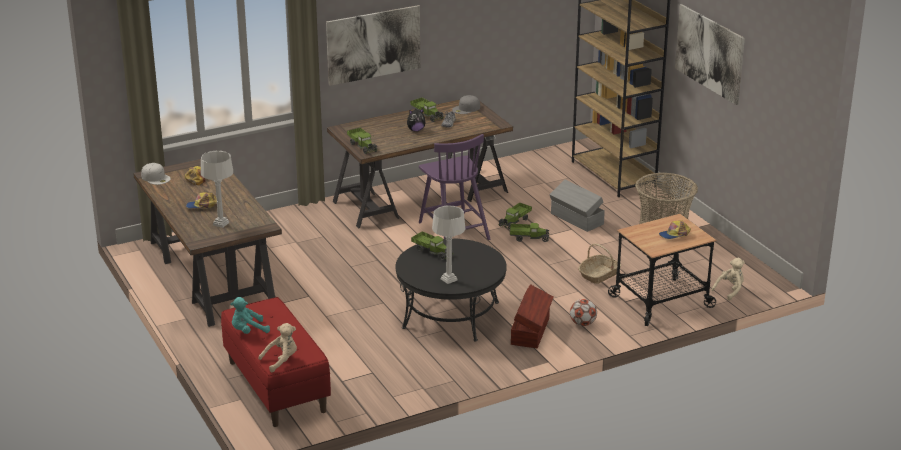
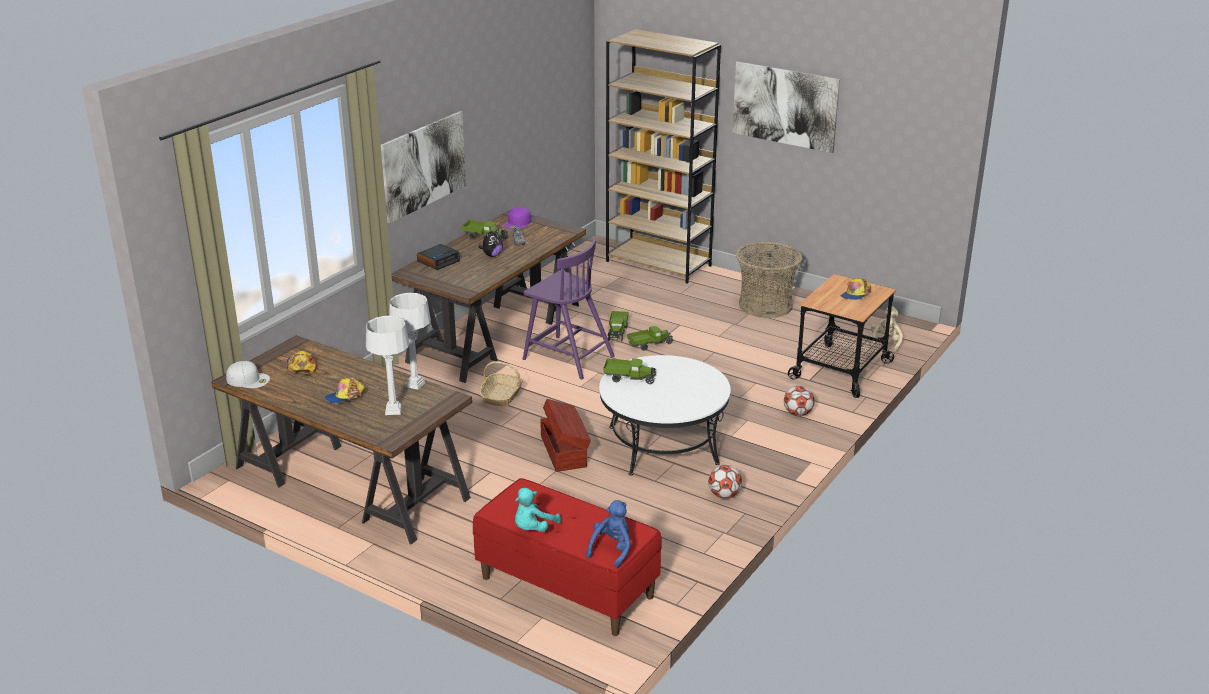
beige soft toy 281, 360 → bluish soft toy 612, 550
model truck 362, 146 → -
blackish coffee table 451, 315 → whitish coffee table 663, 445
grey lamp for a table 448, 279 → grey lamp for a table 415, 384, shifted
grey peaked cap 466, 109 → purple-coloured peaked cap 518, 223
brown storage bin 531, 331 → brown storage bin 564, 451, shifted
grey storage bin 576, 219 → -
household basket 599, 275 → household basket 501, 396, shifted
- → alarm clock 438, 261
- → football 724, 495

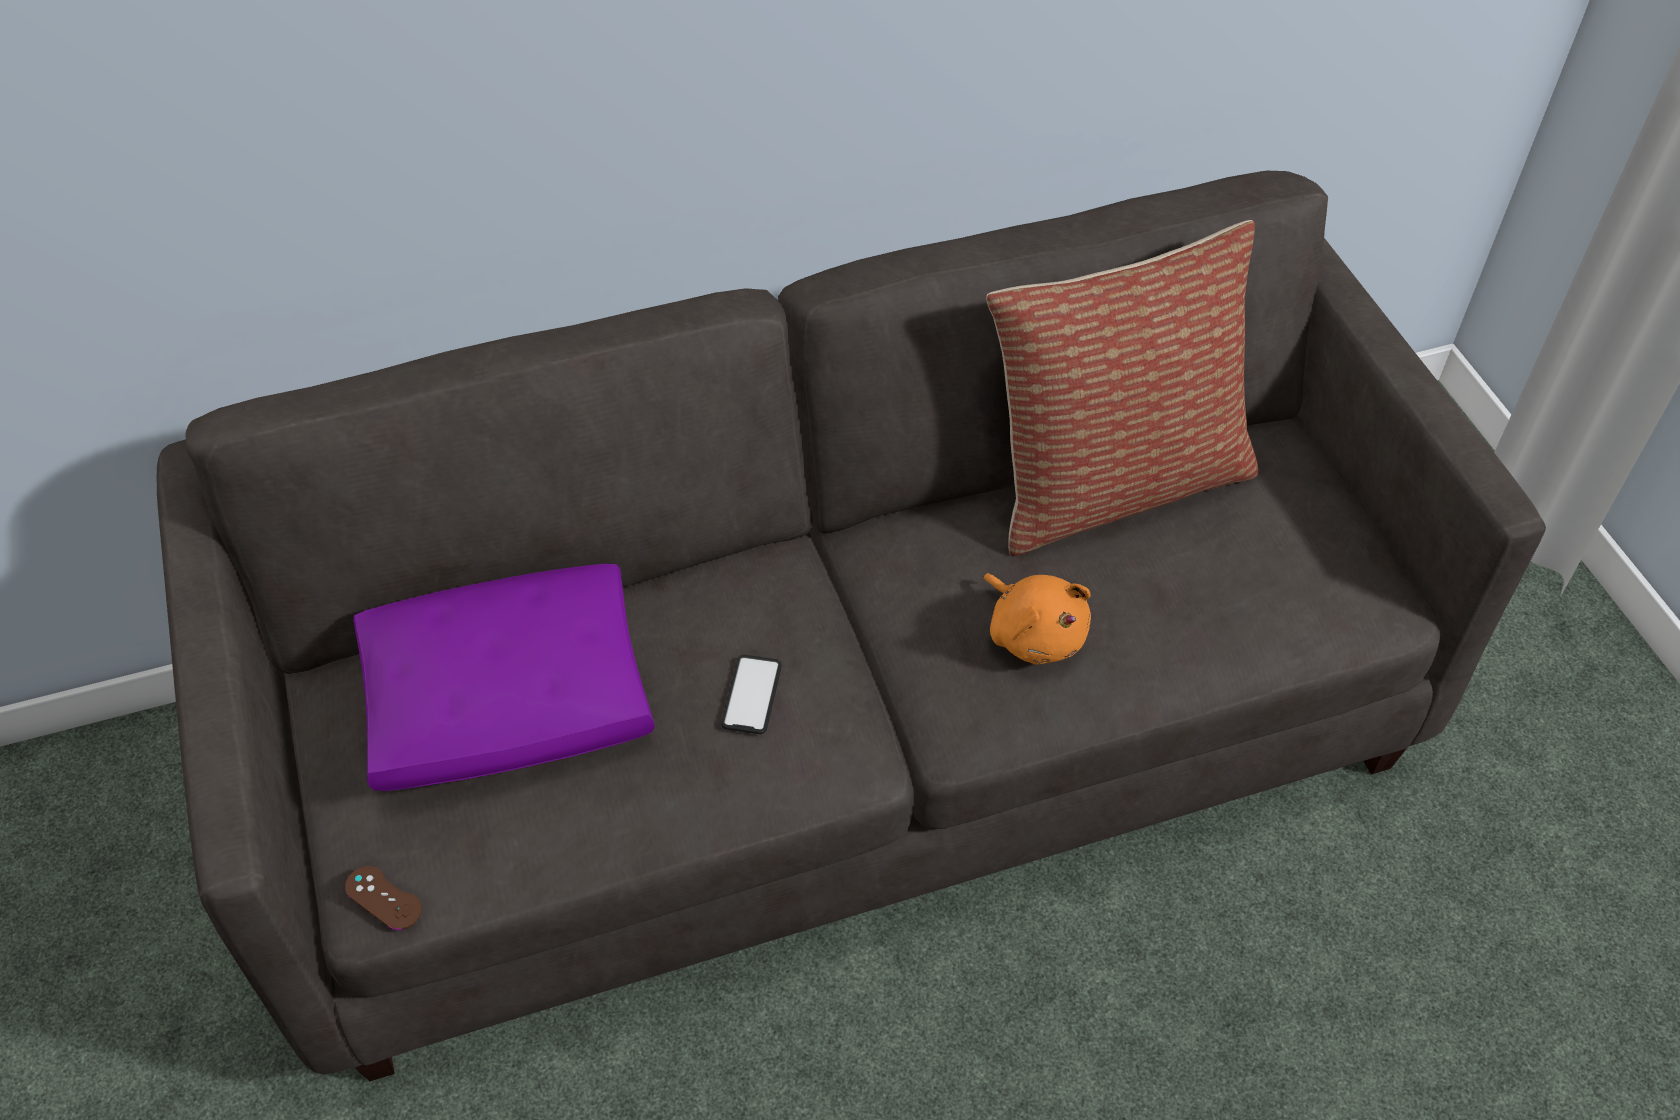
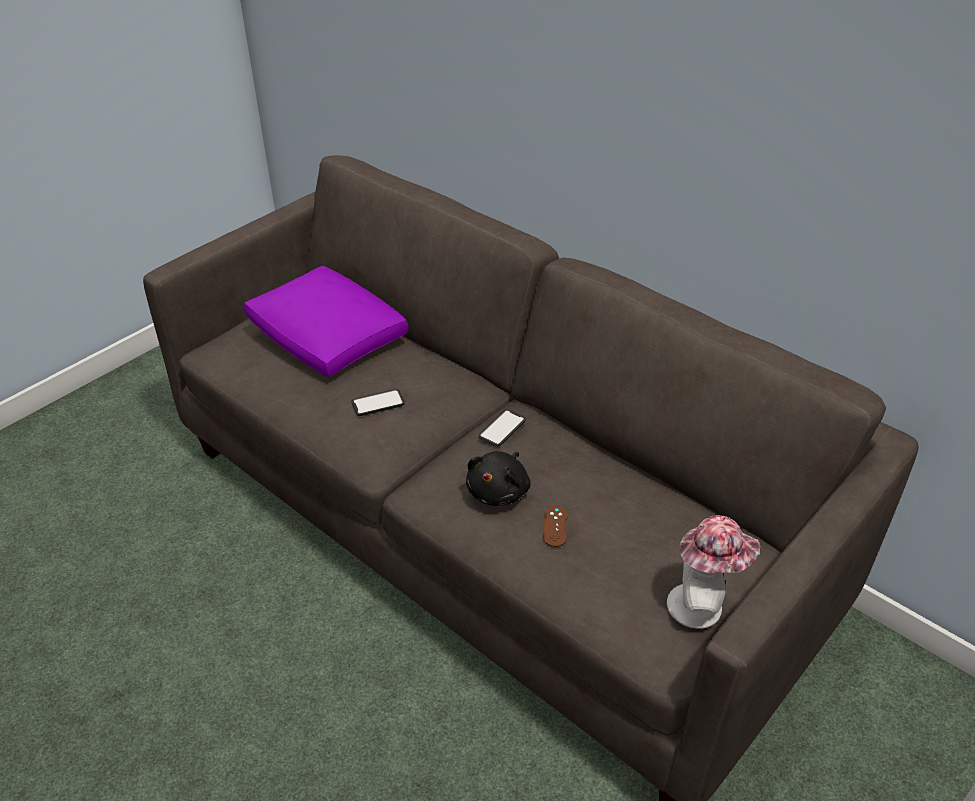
brown gamepad 383, 898 → brown gamepad 555, 526, shifted
orangey soft toy 1034, 633 → blackish soft toy 499, 491
pillow 1113, 482 → -
- → telephone 502, 428
- → wearable hat 702, 606

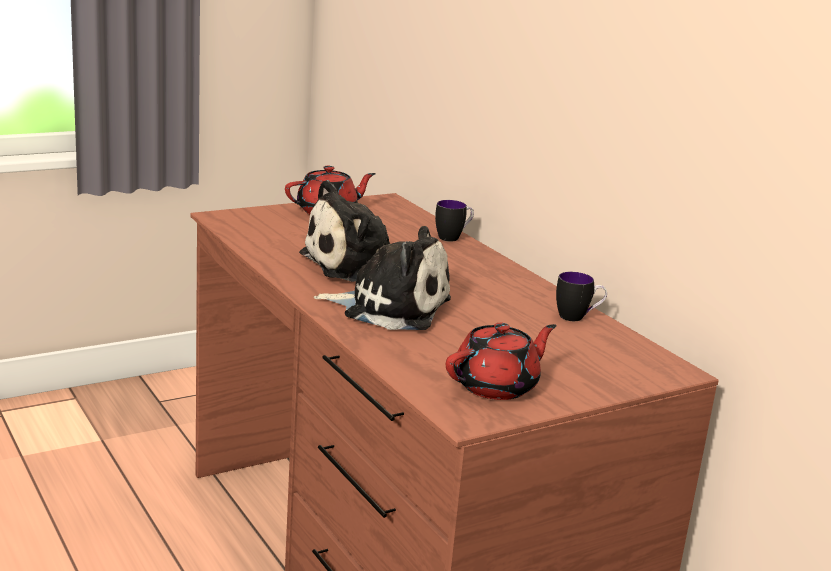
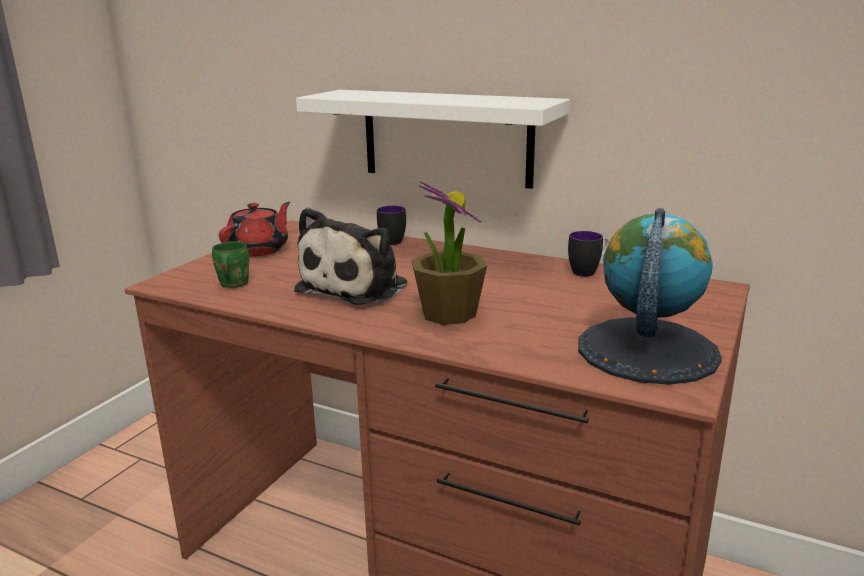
soft toy 390, 307 → houseplant 448, 313
red tea pot 497, 386 → world globe 646, 350
- → greenish coffee mug 232, 284
- → whitish shelf 446, 137

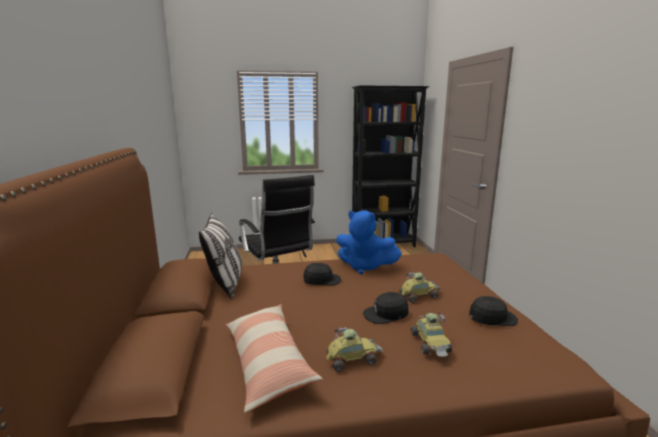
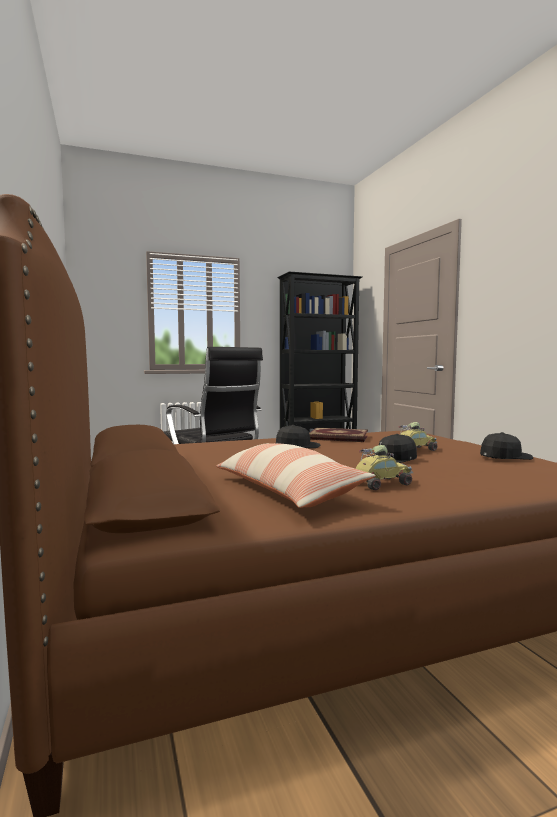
pillow 225, 283 → -
bluish soft toy 365, 267 → bound book 338, 438
model car 431, 343 → -

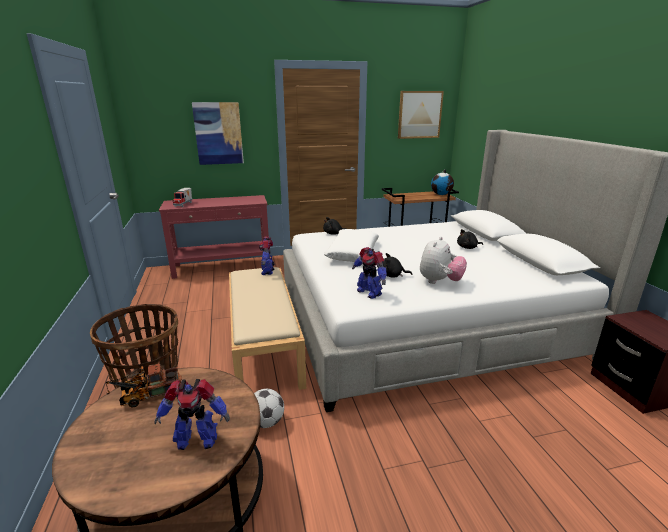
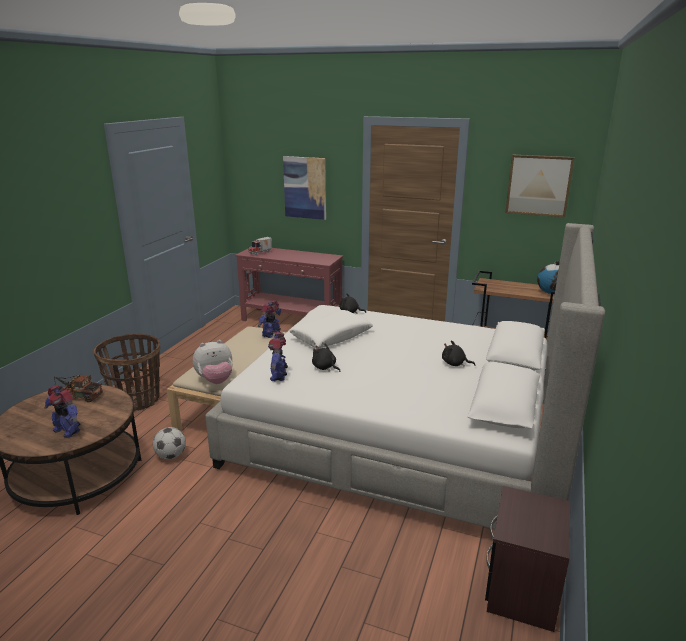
soft toy 439, 281 → soft toy 215, 381, shifted

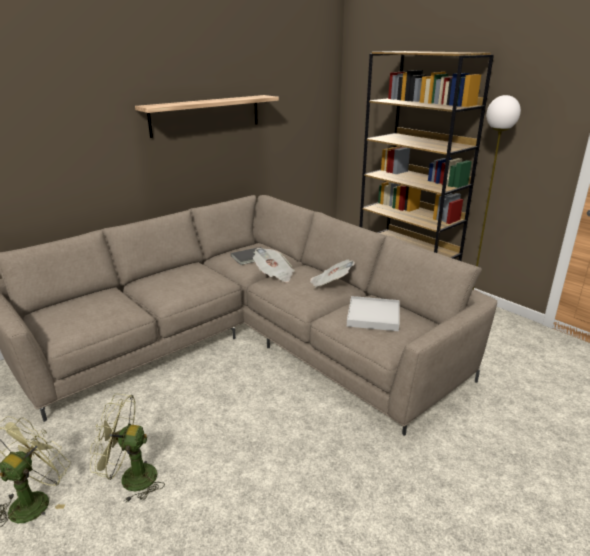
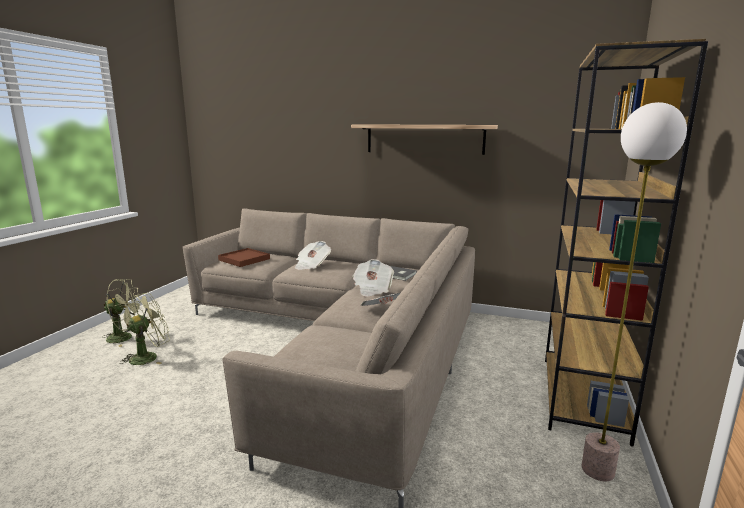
greenish electric fan 130, 479 → greenish electric fan 149, 357, 75 degrees clockwise
whitish serving tray 373, 316 → -
- → brown serving tray 244, 259
- → newspaper 311, 265

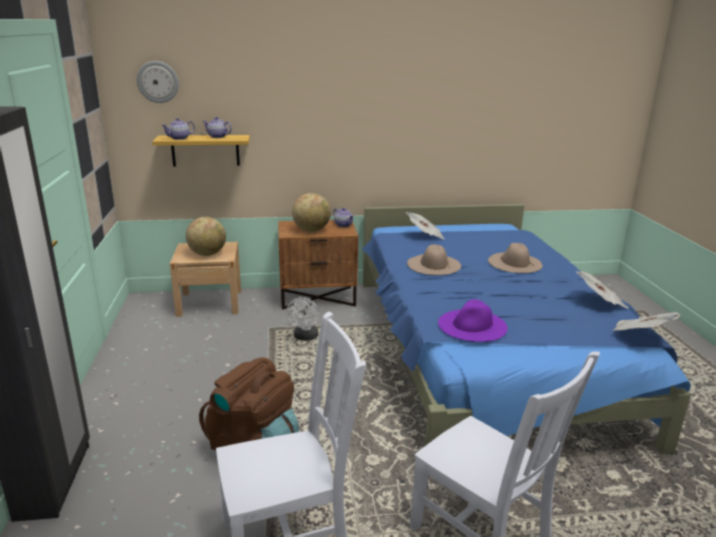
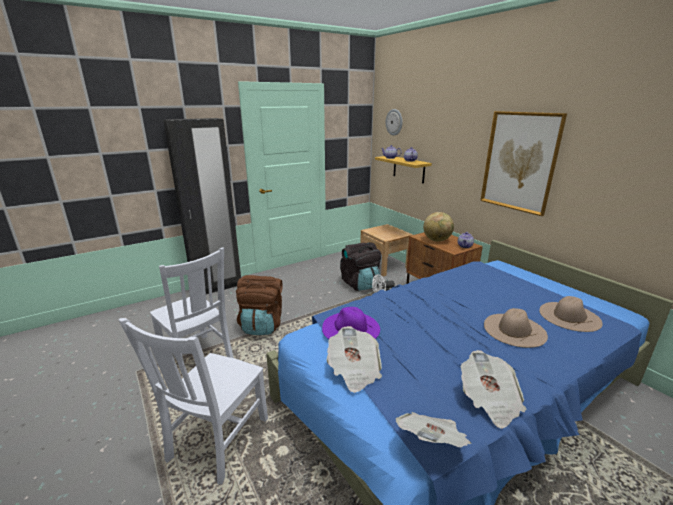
world globe 207, 254 → -
newspaper 425, 236 → newspaper 354, 371, shifted
beige wearable hat 433, 264 → beige wearable hat 569, 316, shifted
- → blackish knapsack 360, 284
- → picture 519, 162

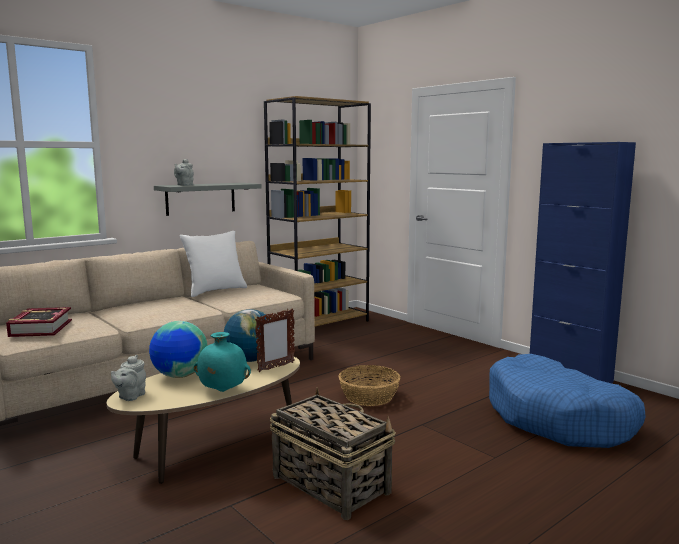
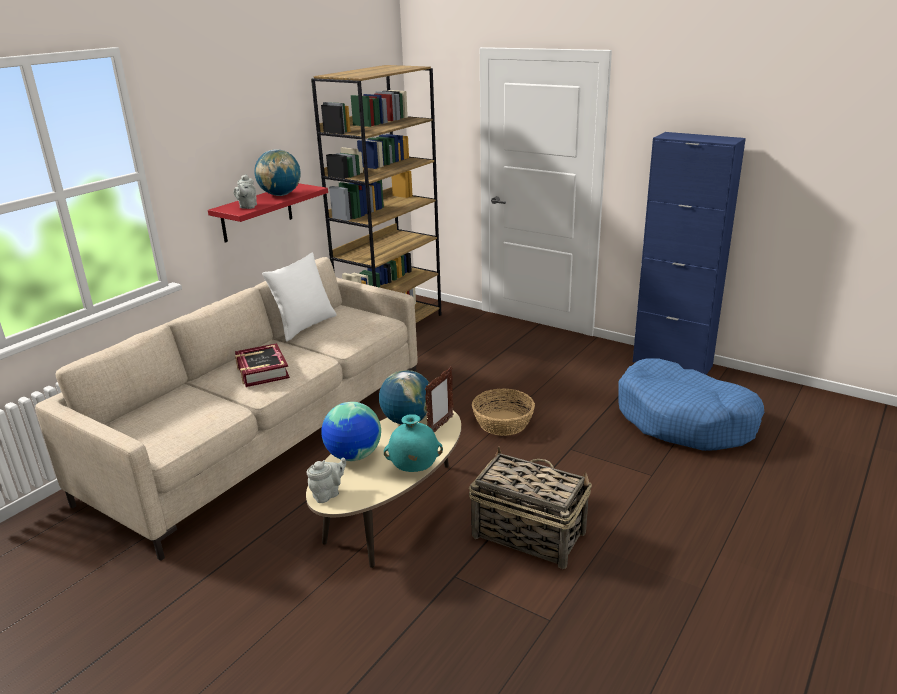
bound book 40, 328 → bound book 262, 371, shifted
grey tea pot 130, 396 → grey tea pot 328, 494, 135 degrees counterclockwise
grey shelf 200, 198 → red shelf 257, 213
- → world globe 280, 195

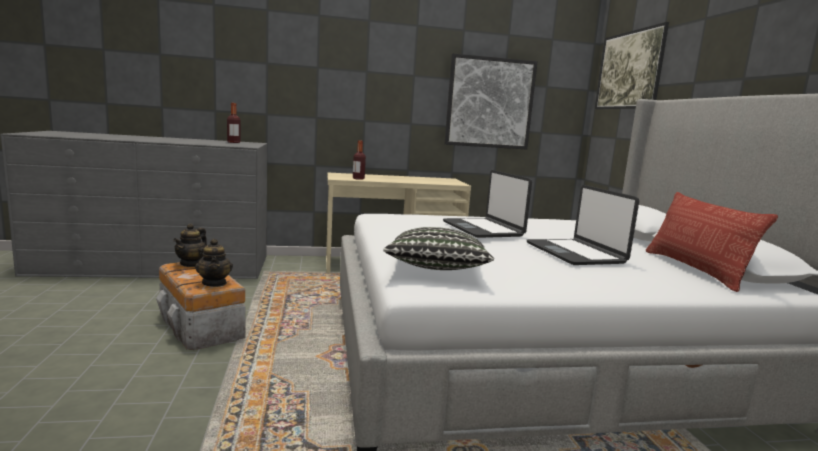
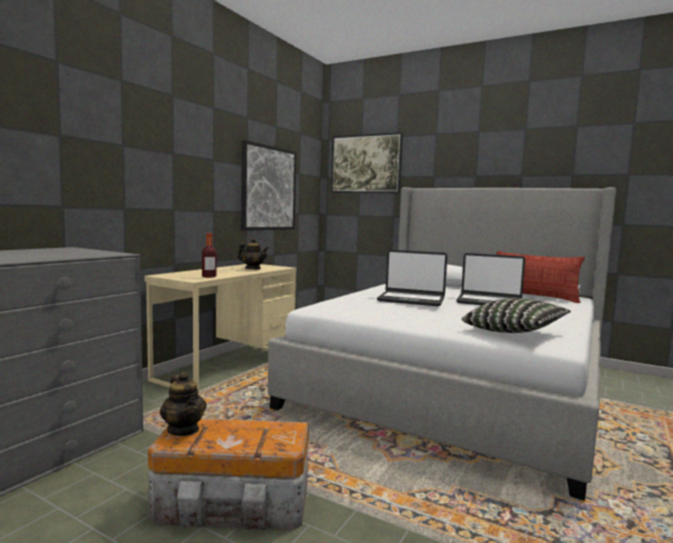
tea pot 214, 283 → tea pot 253, 269, shifted
drink bottle 233, 142 → -

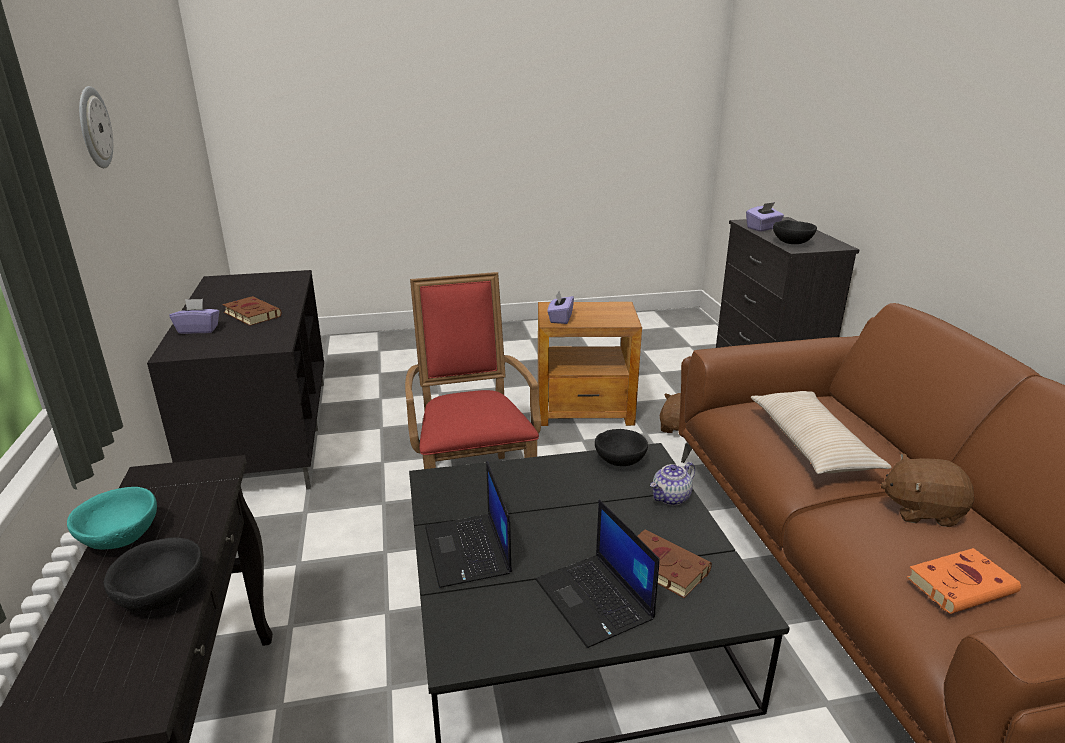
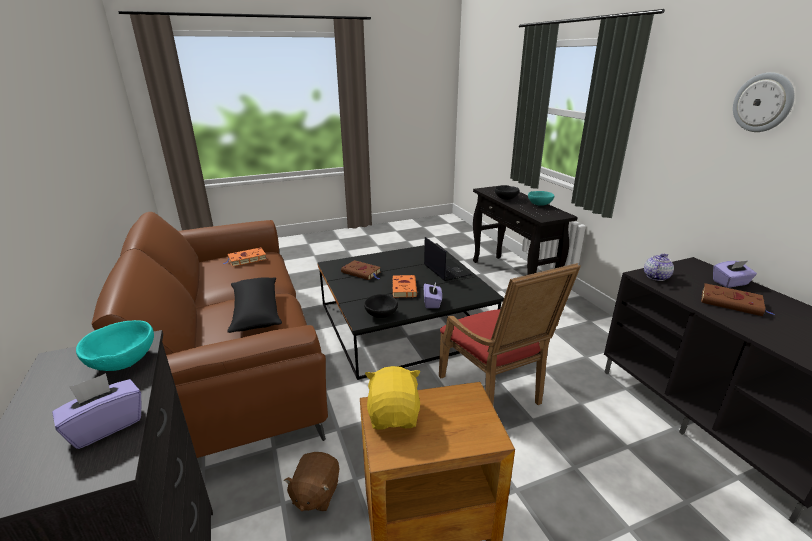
laptop 595, 600 → -
purple-coloured tissue box 560, 318 → purple-coloured tissue box 432, 303, shifted
tea pot 671, 498 → tea pot 655, 277, shifted
beige pillow 811, 444 → blackish pillow 256, 312
blackish deep dish 792, 243 → turquoise deep dish 123, 361
brown soft toy 921, 510 → -
- → yellow soft toy 394, 415
- → orangey bound book 404, 288

